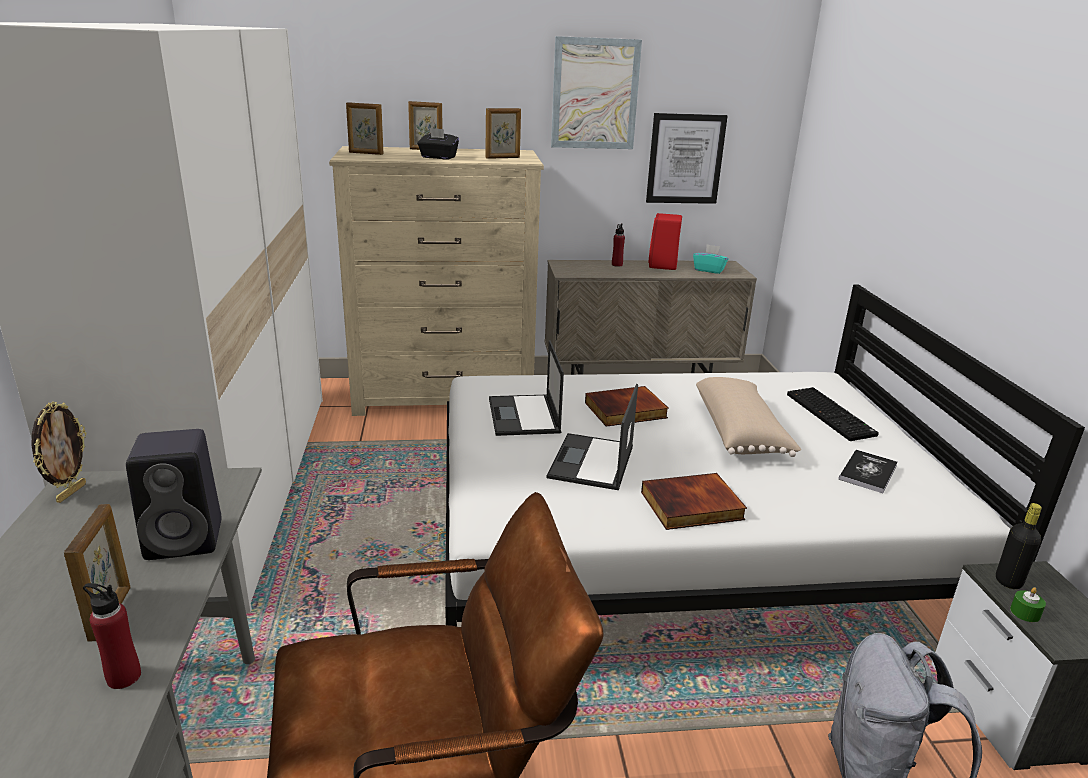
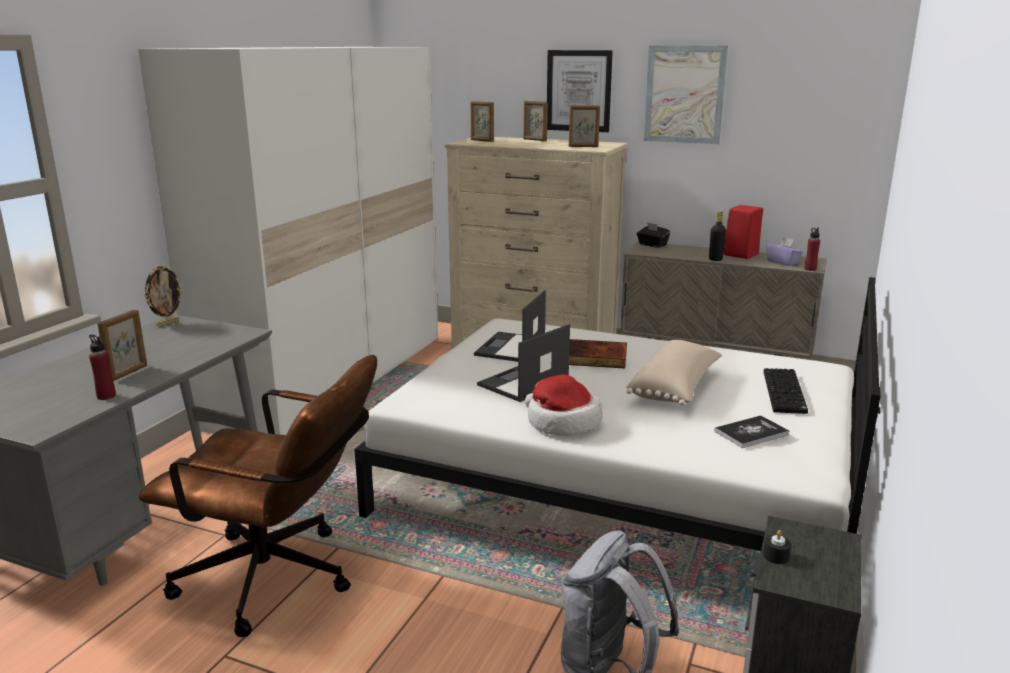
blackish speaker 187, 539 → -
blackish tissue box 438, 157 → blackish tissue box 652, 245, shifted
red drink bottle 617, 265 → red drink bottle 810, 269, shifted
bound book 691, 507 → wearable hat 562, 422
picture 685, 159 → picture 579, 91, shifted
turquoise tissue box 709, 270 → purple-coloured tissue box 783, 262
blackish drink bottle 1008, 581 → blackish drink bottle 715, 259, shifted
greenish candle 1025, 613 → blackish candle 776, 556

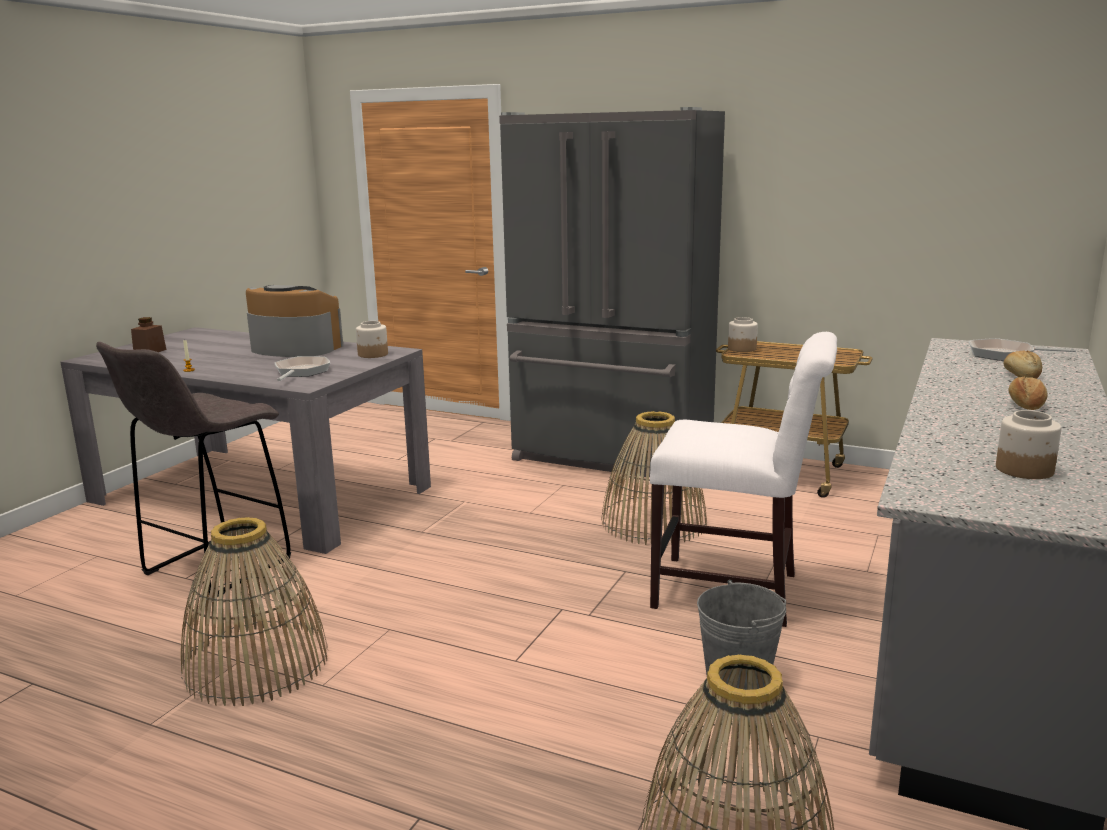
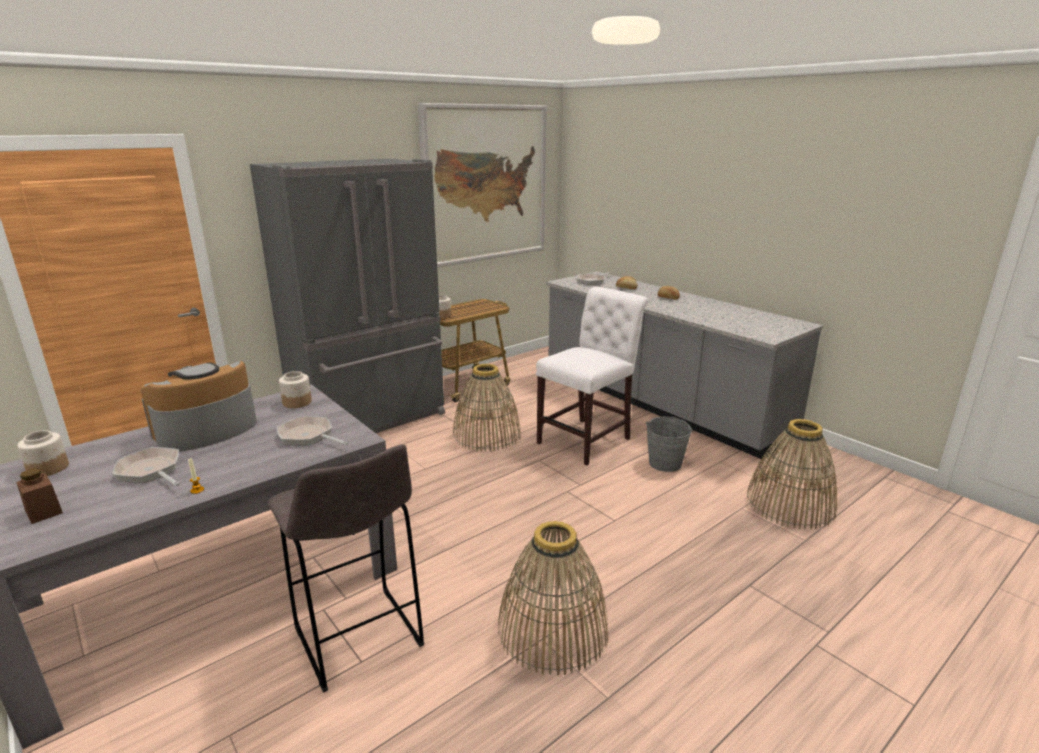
jar 1023, 470 → jar 47, 469, shifted
- → skillet 151, 471
- → picture 485, 184

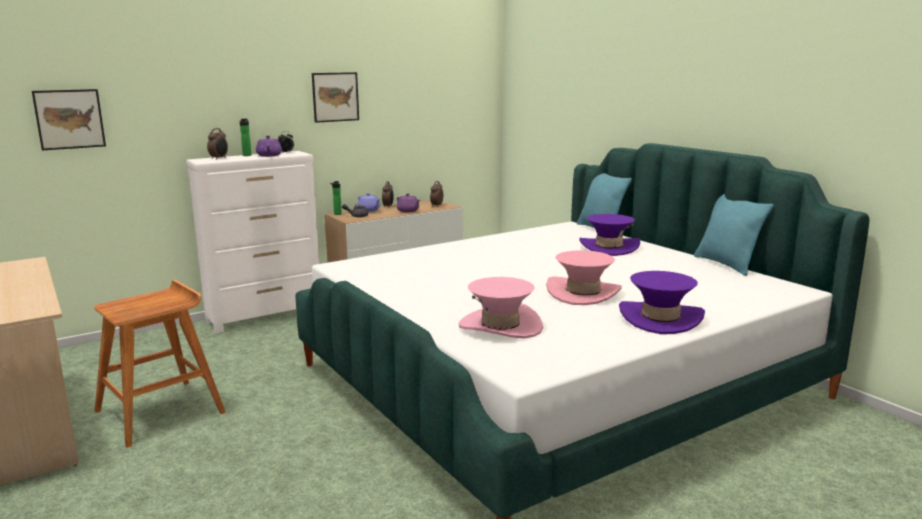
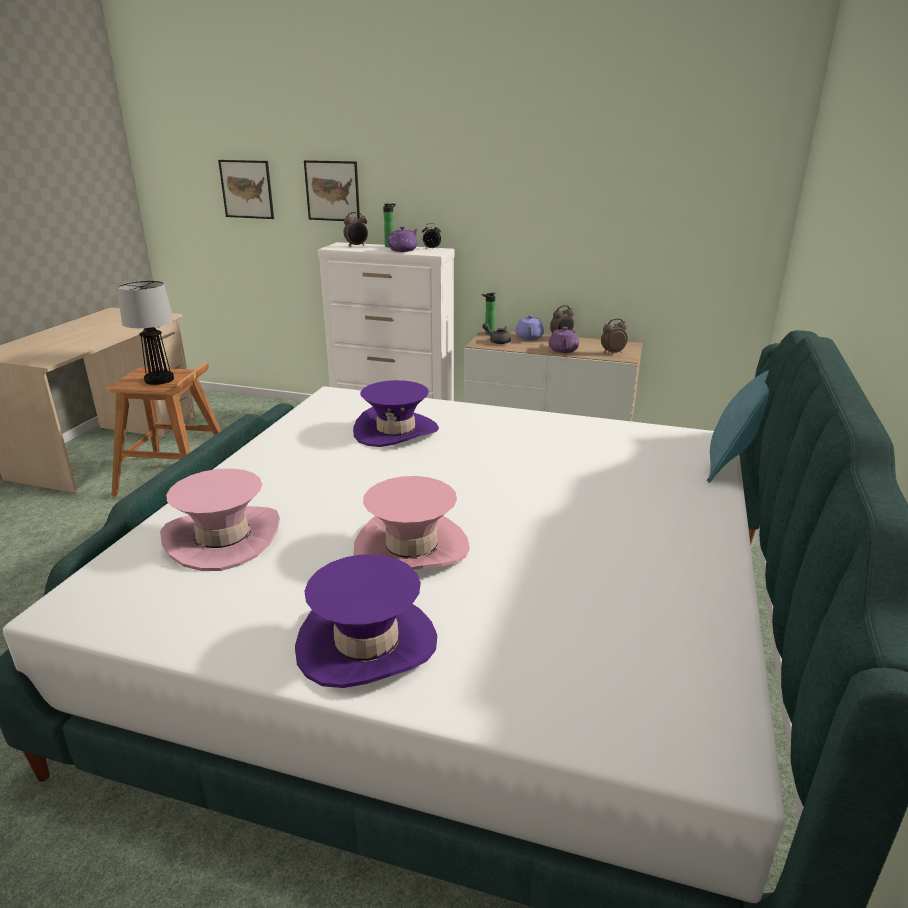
picture 335, 97 → picture 332, 191, shifted
purple-coloured wearable hat 609, 247 → purple-coloured wearable hat 396, 431, shifted
turquoise pillow 727, 265 → -
- → lamp for a table 159, 379

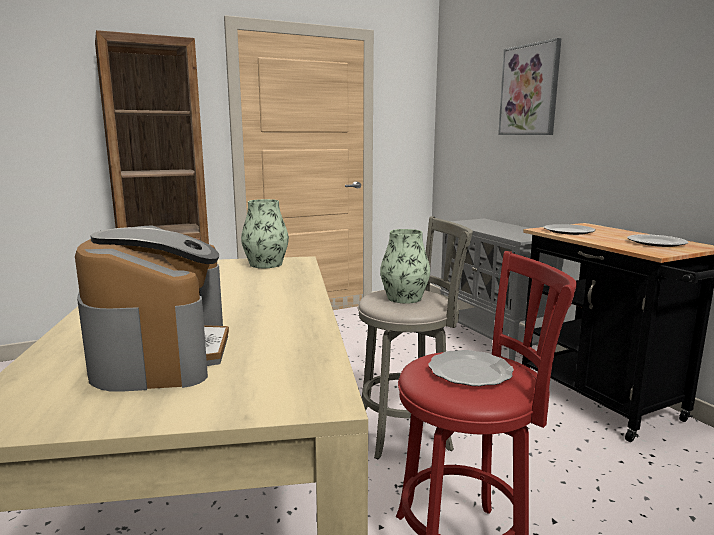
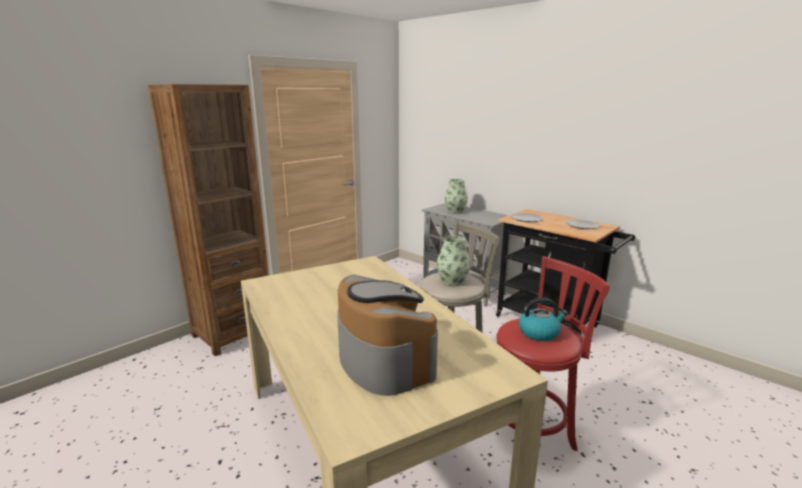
flower vase 266, 264 → flower vase 455, 211, shifted
plate 469, 371 → tea kettle 539, 332
picture 529, 90 → -

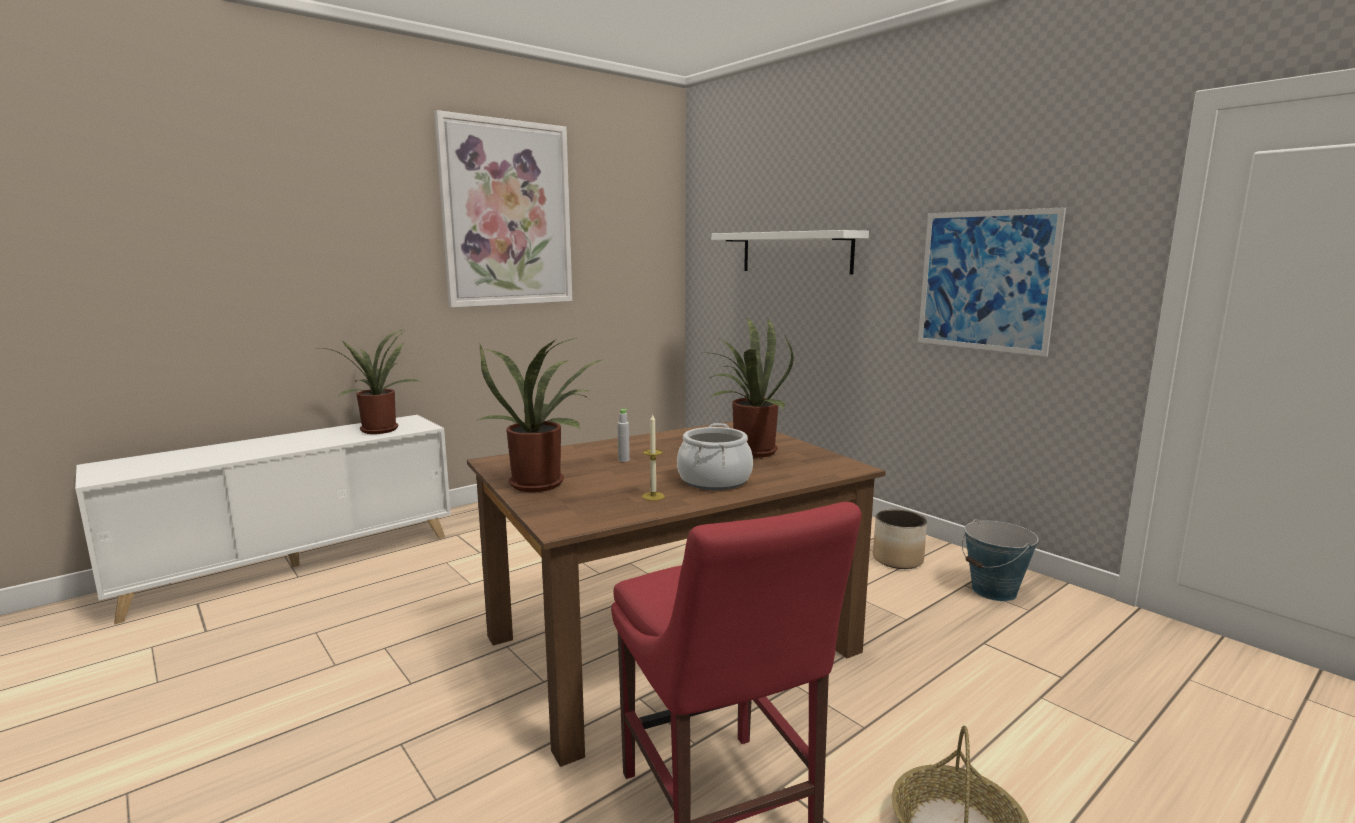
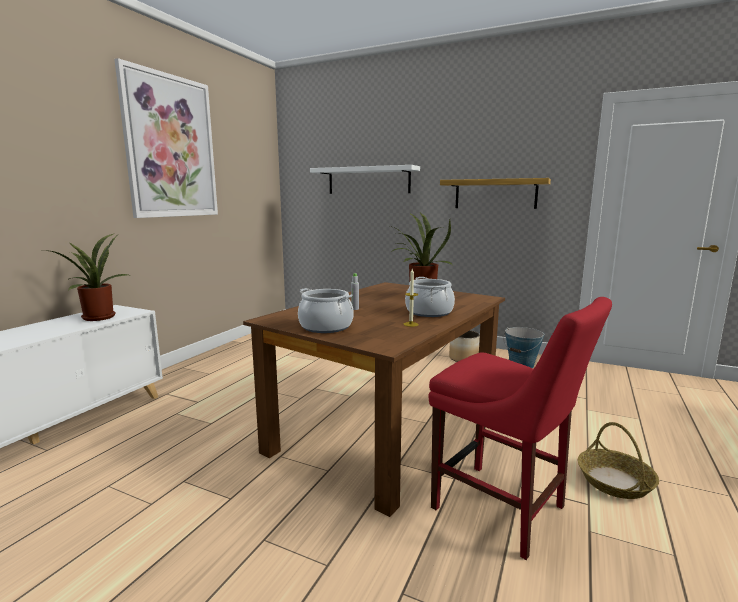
houseplant 541, 483 → cooking pot 326, 327
picture 985, 281 → shelf 495, 194

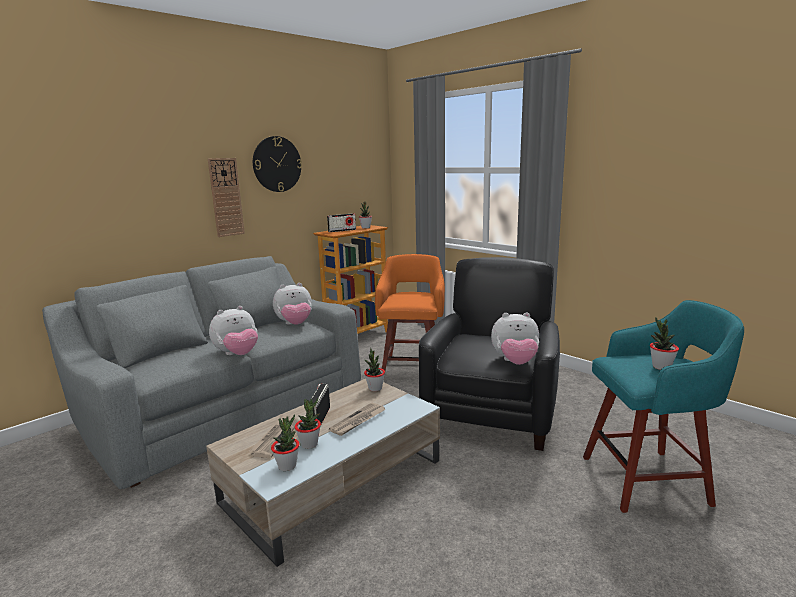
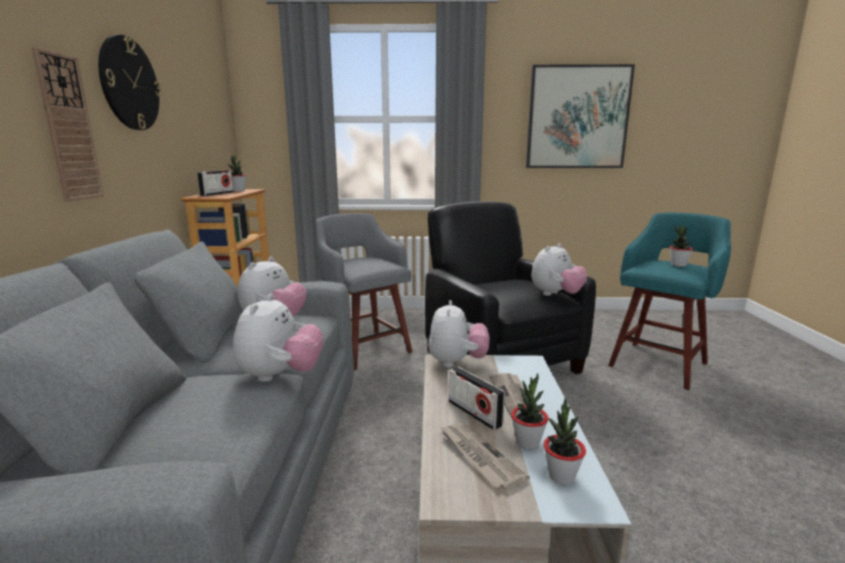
houseplant 375, 388 → soft toy 457, 362
orangey stool seat 412, 367 → grey stool seat 365, 348
- → picture 577, 118

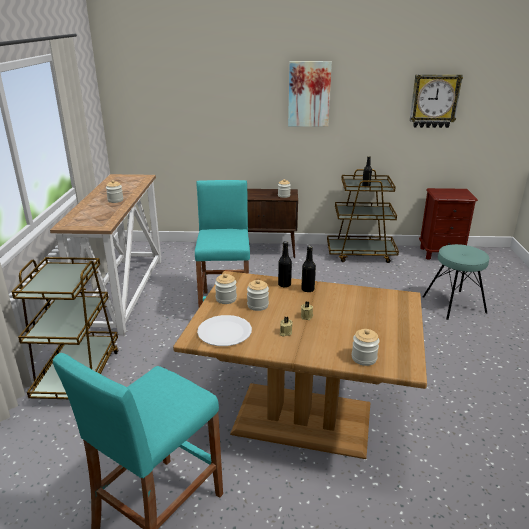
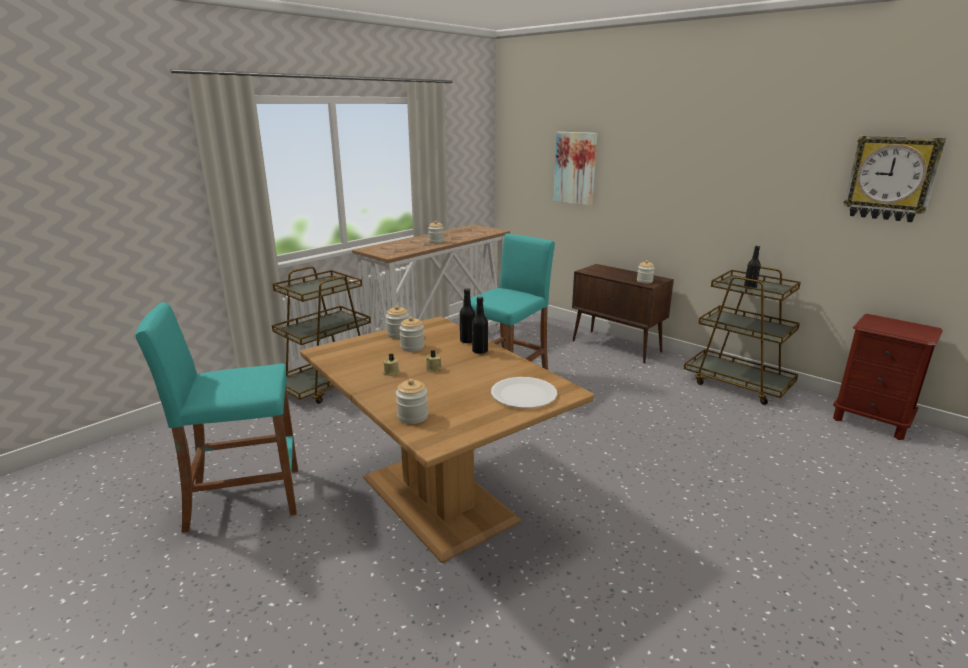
whitish plate 225, 332 → whitish plate 524, 394, shifted
picture 309, 94 → picture 575, 168, shifted
turquoise stool seat 453, 304 → -

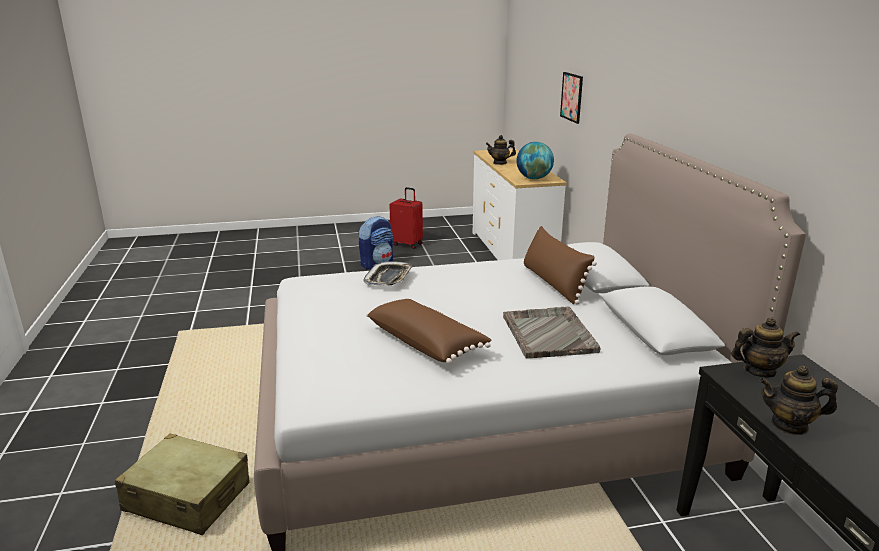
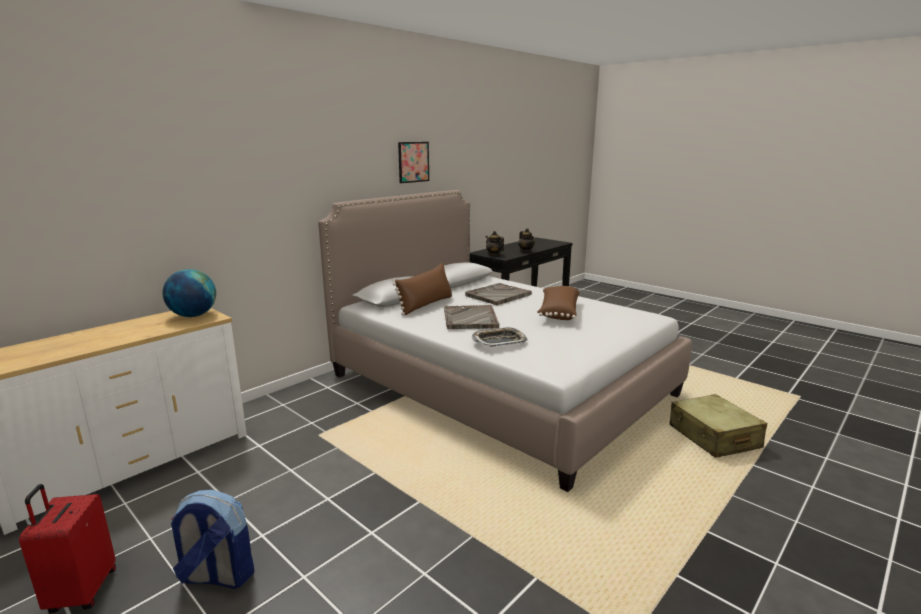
tea pot 500, 163 → -
picture 572, 97 → picture 413, 162, shifted
- → grey serving tray 470, 318

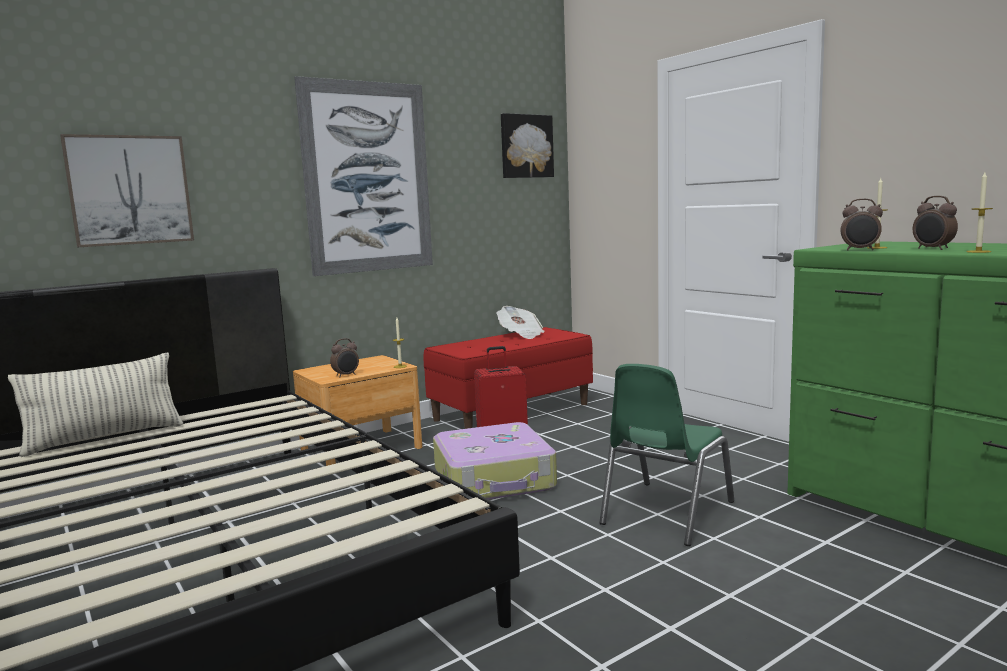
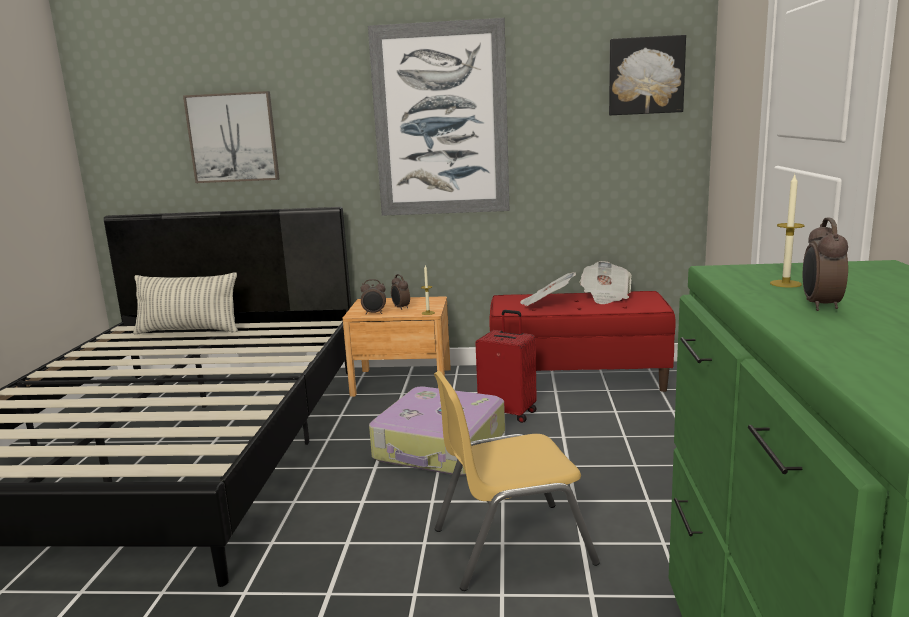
greenish plain chair 665, 513 → yellow plain chair 511, 545
alarm clock 860, 250 → alarm clock 400, 308, shifted
candle 978, 251 → -
- → newspaper 546, 304

